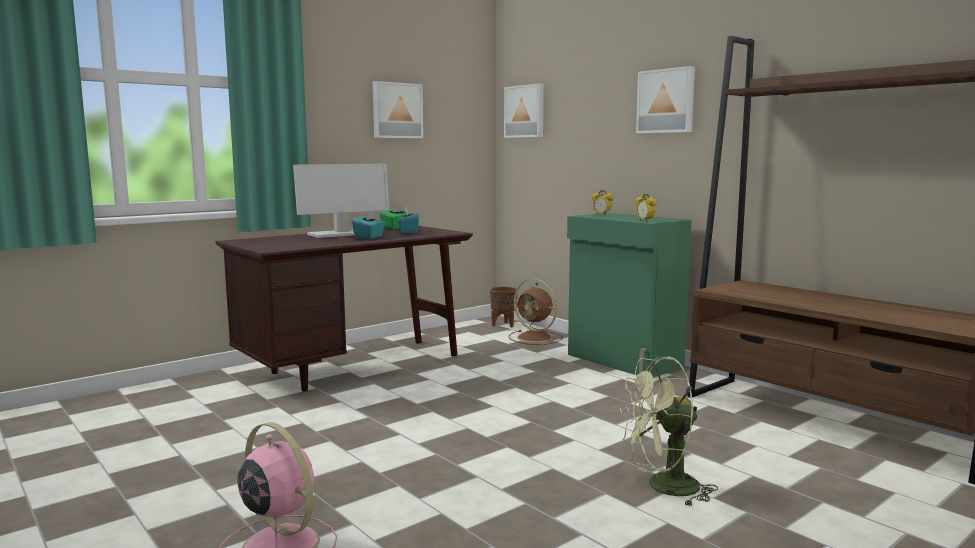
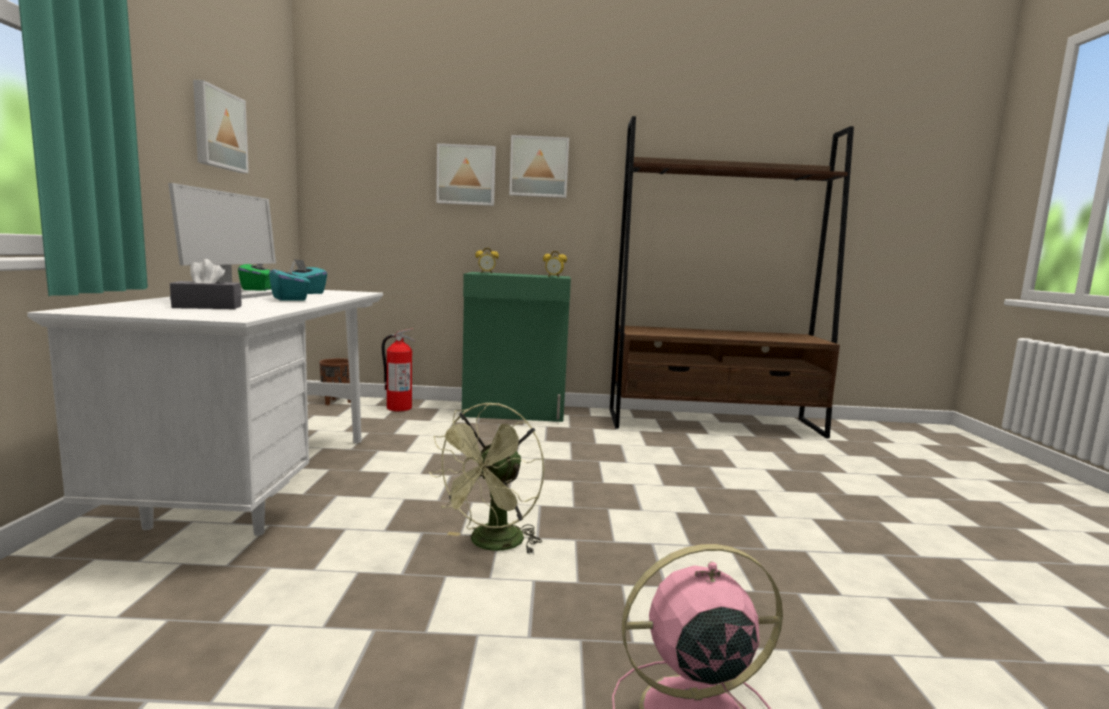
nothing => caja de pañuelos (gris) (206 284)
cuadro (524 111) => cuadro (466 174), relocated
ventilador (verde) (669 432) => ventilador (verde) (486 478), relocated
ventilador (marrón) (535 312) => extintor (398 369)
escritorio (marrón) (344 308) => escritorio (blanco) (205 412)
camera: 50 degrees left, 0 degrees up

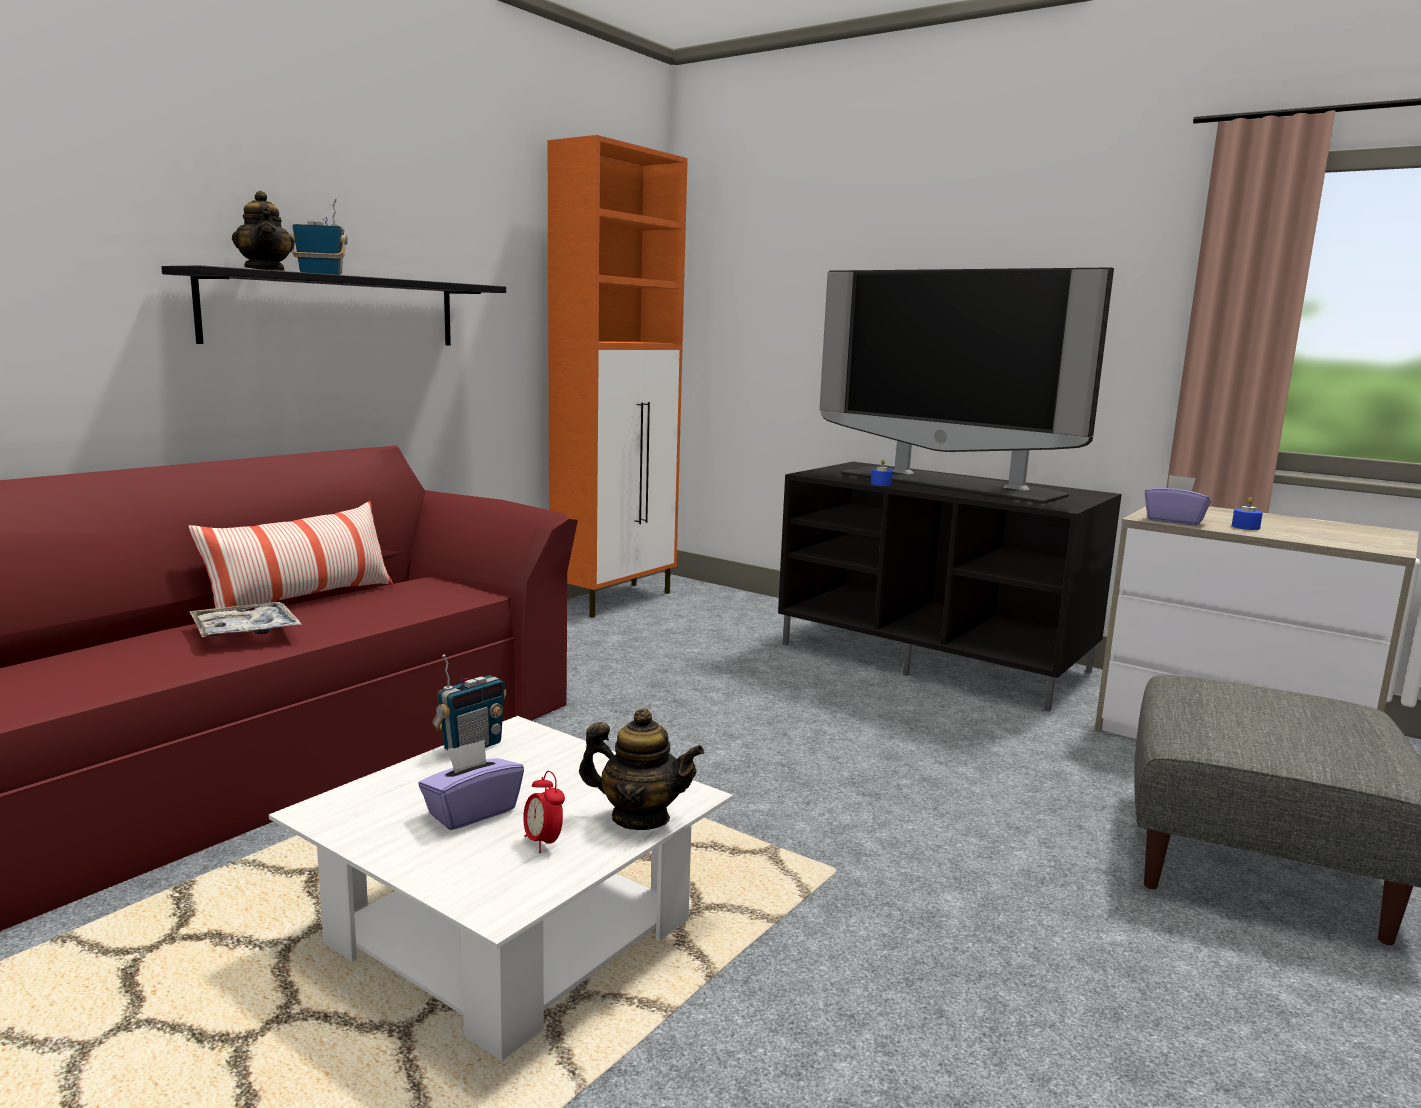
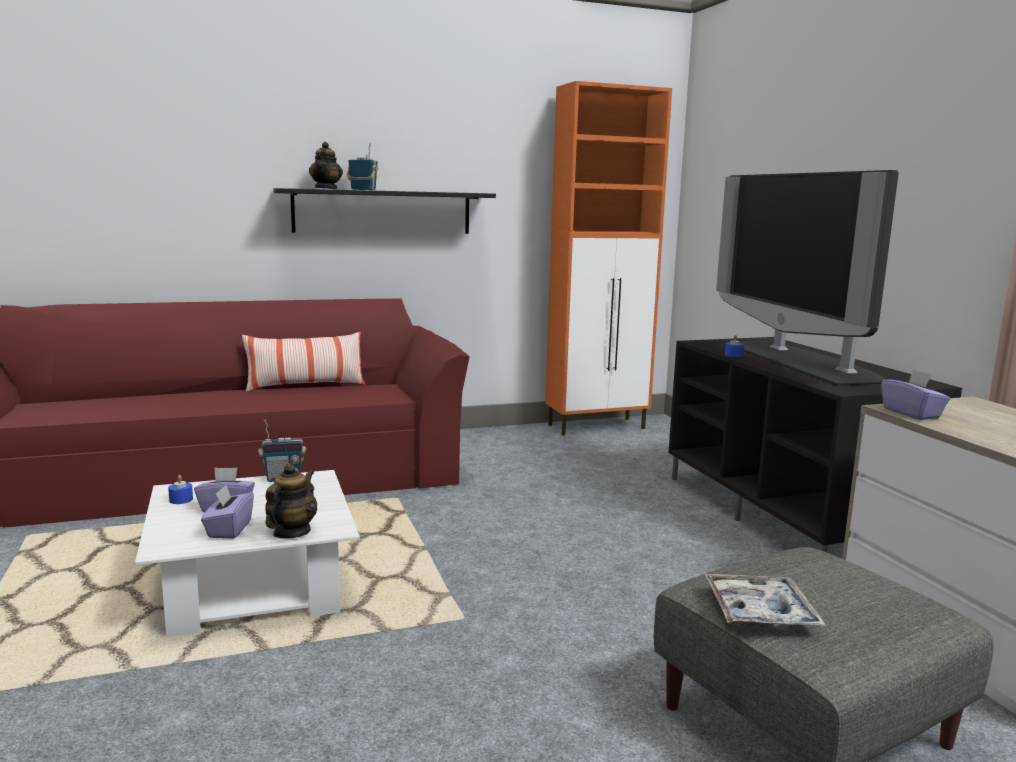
bandeja (245 619) => bandeja (765 600), relocated
vela (azul) (1247 513) => vela (azul) (180 489), relocated
despertador (544 812) => caja de pañuelos (morado) (227 511)
tetera (641 769) => tetera (291 501), 120 degrees counterclockwise
camera: 35 degrees right, 0 degrees up

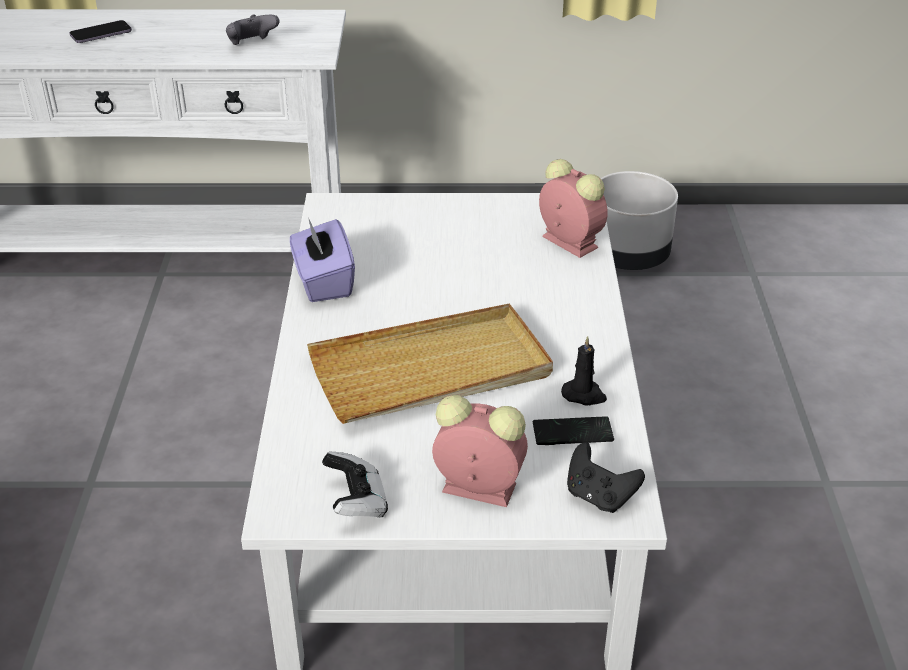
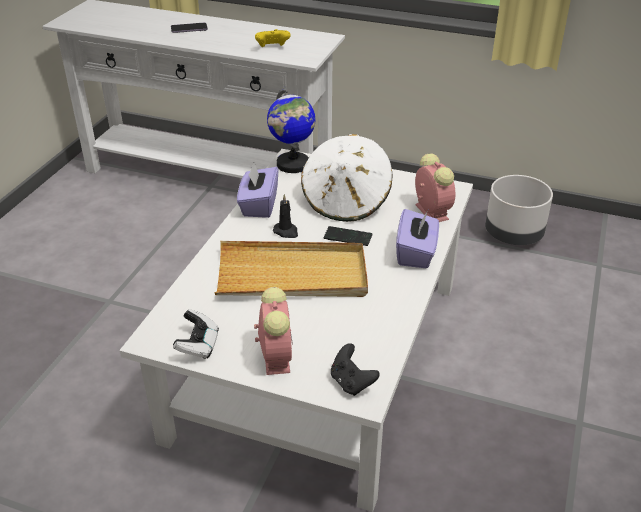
nothing => globo terráqueo (291 130)
nothing => sombrero (blanco) (346 178)
nothing => caja de pañuelos (morado) (417 239)
móvil (573 430) => móvil (348 236), relocated
vela (negro) (584 371) => vela (negro) (285 216), relocated
mando de consola (gris) (253 30) => mando de consola (amarillo) (273 38)
despertador (480 451) => despertador (273 331), 45 degrees clockwise
camera: 20 degrees right, 0 degrees up

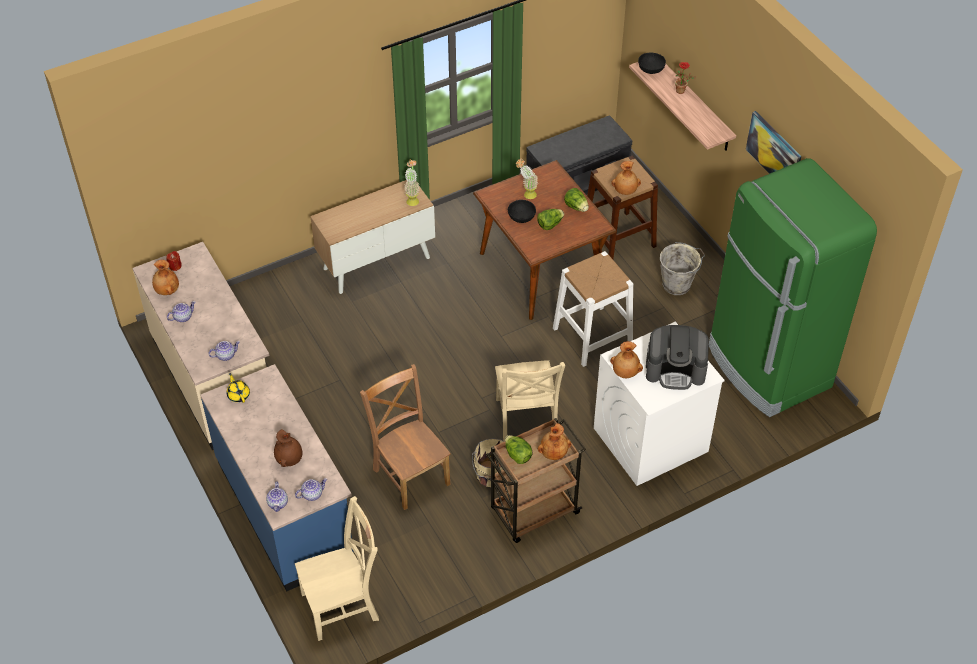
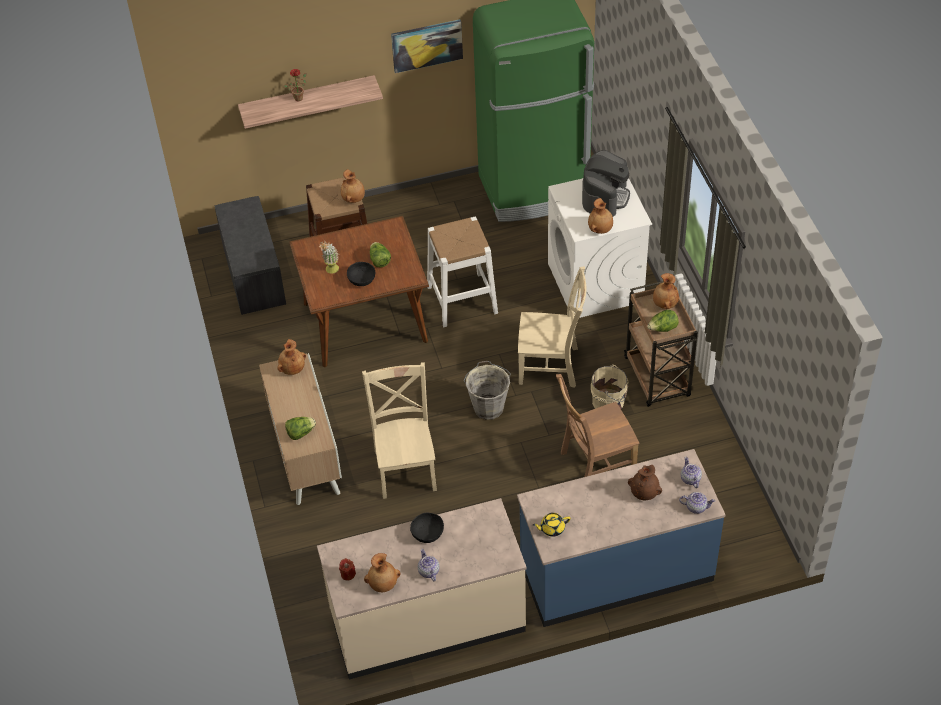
tetera (224 351) => nothing
silla (beis) (337 568) => silla (beis) (399 430), relocated
lechuga (576 200) => lechuga (300 428), relocated
cuenco (negro) (652 63) => cuenco (negro) (427 528), relocated
cubo (gris) (682 268) => cubo (gris) (487 390), relocated
planta en maceta (412 182) => florero (marrón) (291 357)
camera: 75 degrees left, 0 degrees up

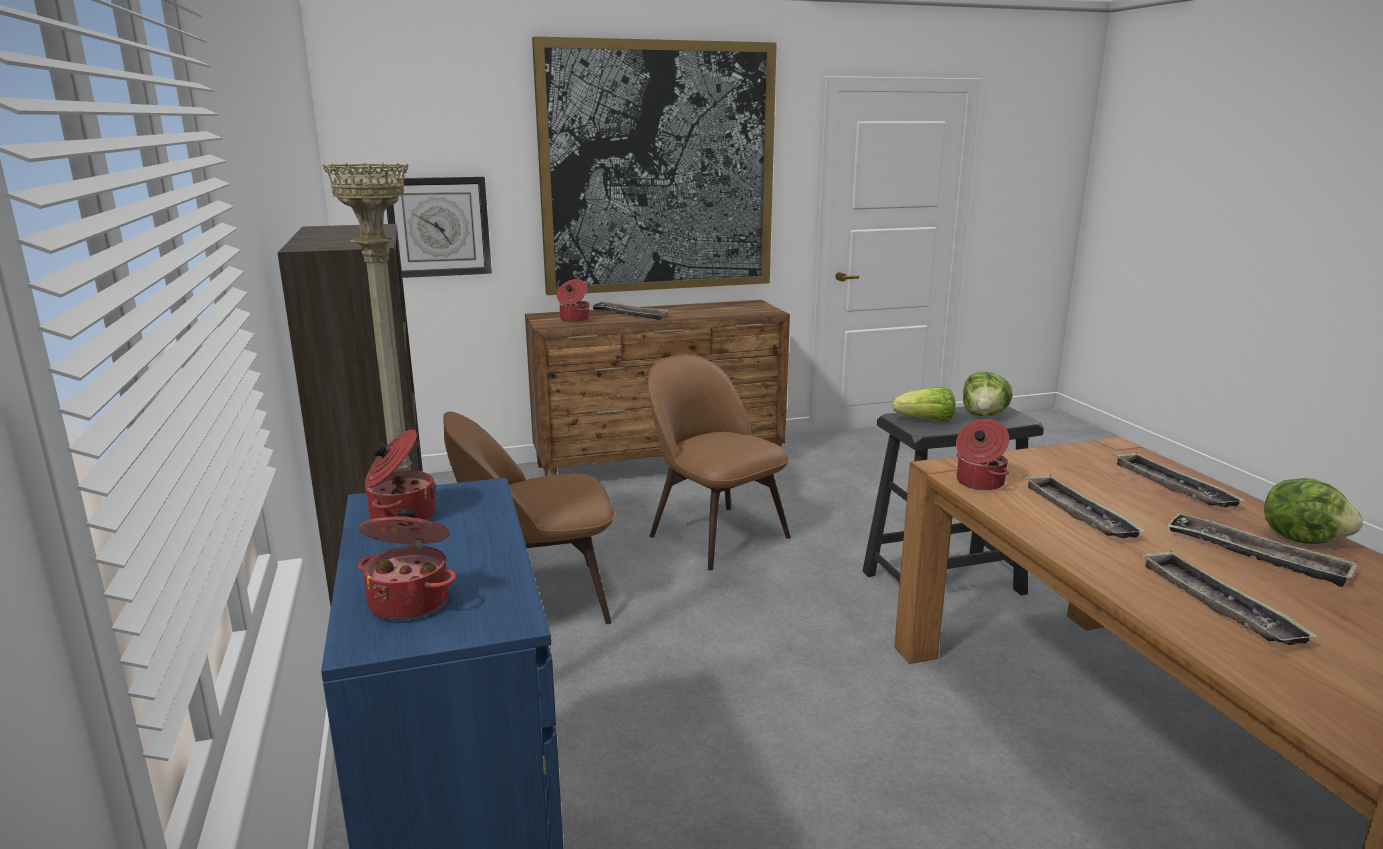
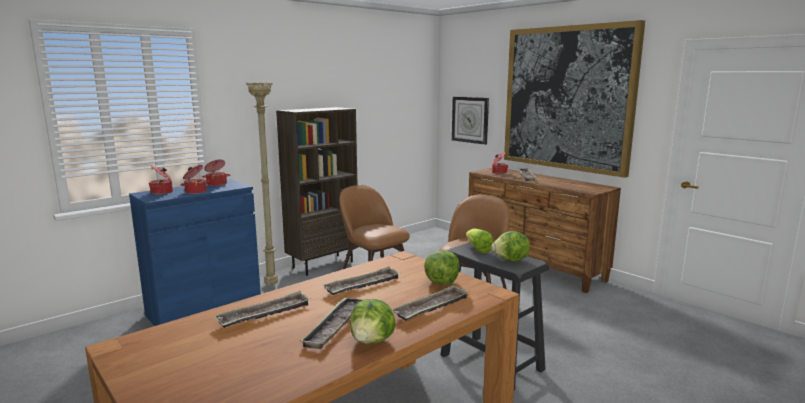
nothing => lechuga (442 268)
olla (982 454) => olla (194 179), relocated
camera: 65 degrees right, 5 degrees down

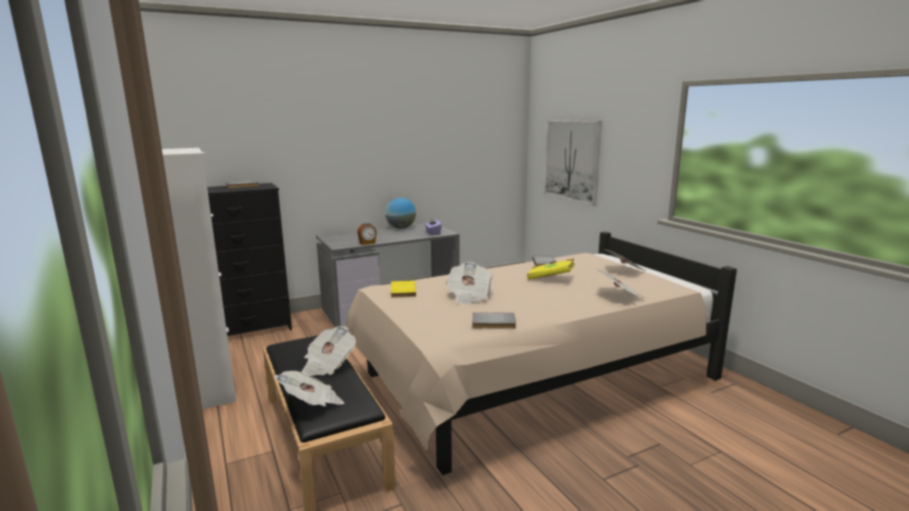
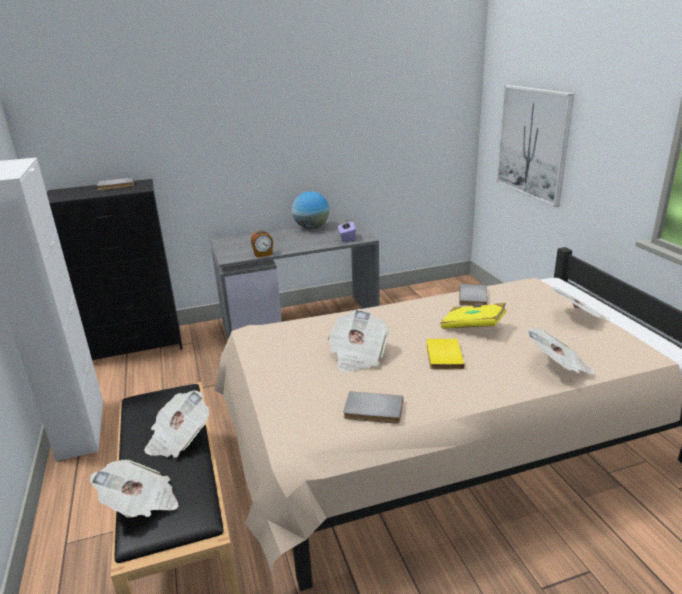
libro (amarillo) (403 289) => libro (amarillo) (445 354), relocated
camera: 10 degrees right, 10 degrees up

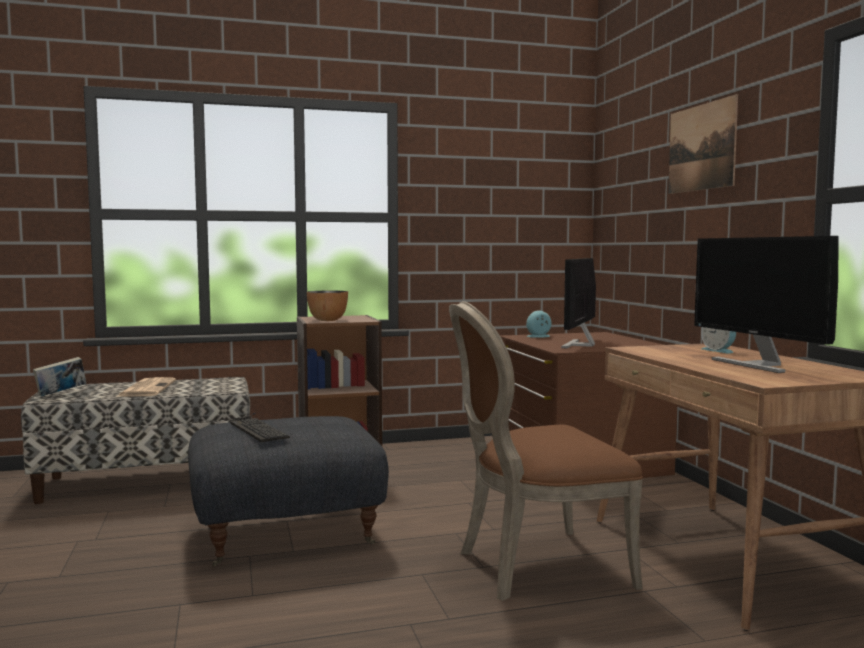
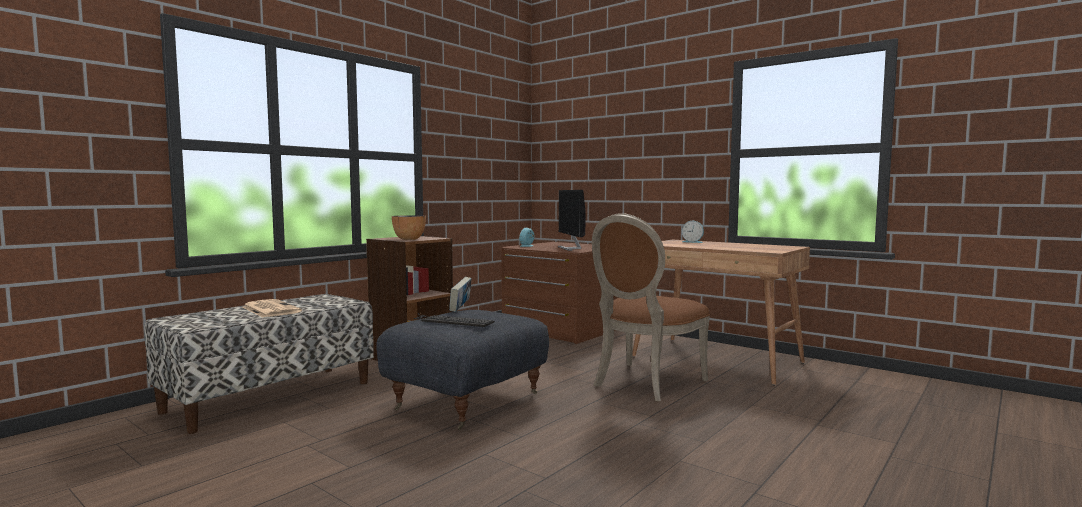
cuadro (703 144) => nothing
monitor (766 304) => nothing
libro (59 377) => libro (460 294), relocated
camera: 35 degrees left, 0 degrees up

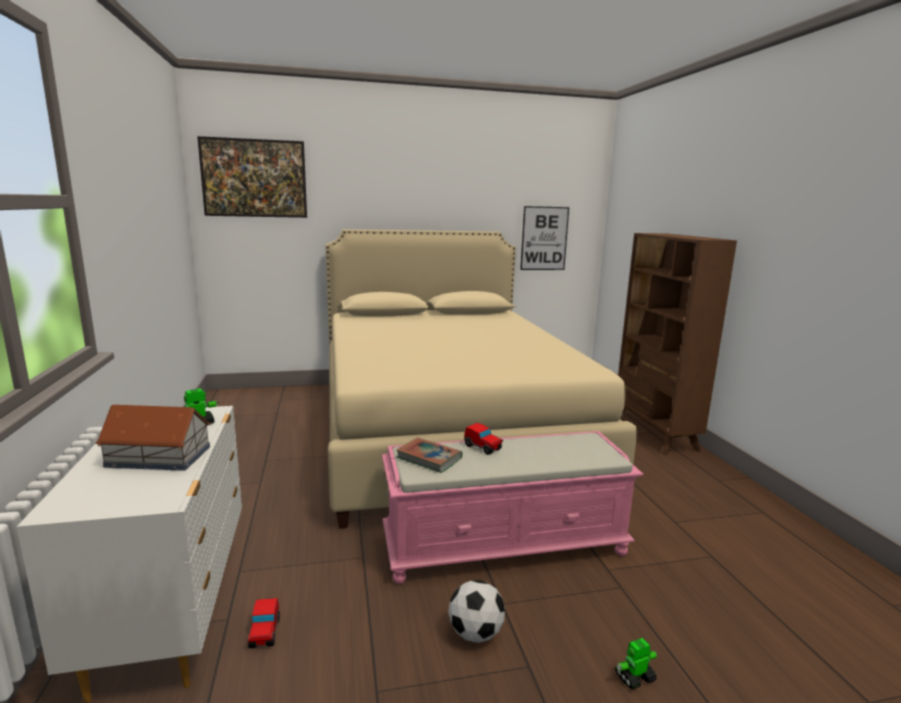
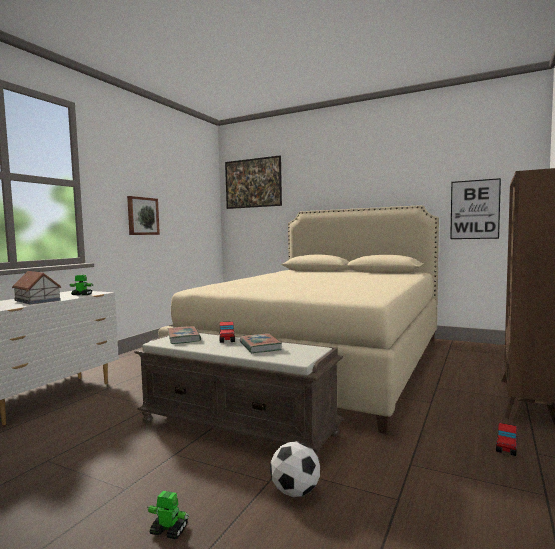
nothing => cuadro (143 215)
nothing => libro (261 343)
coche de juguete (264 623) => coche de juguete (506 439), relocated
balón de fútbol (477 611) => balón de fútbol (295 469), relocated
banco (rosa) (513 507) => banco (marrón) (239 396)
camera: 40 degrees right, 10 degrees down

